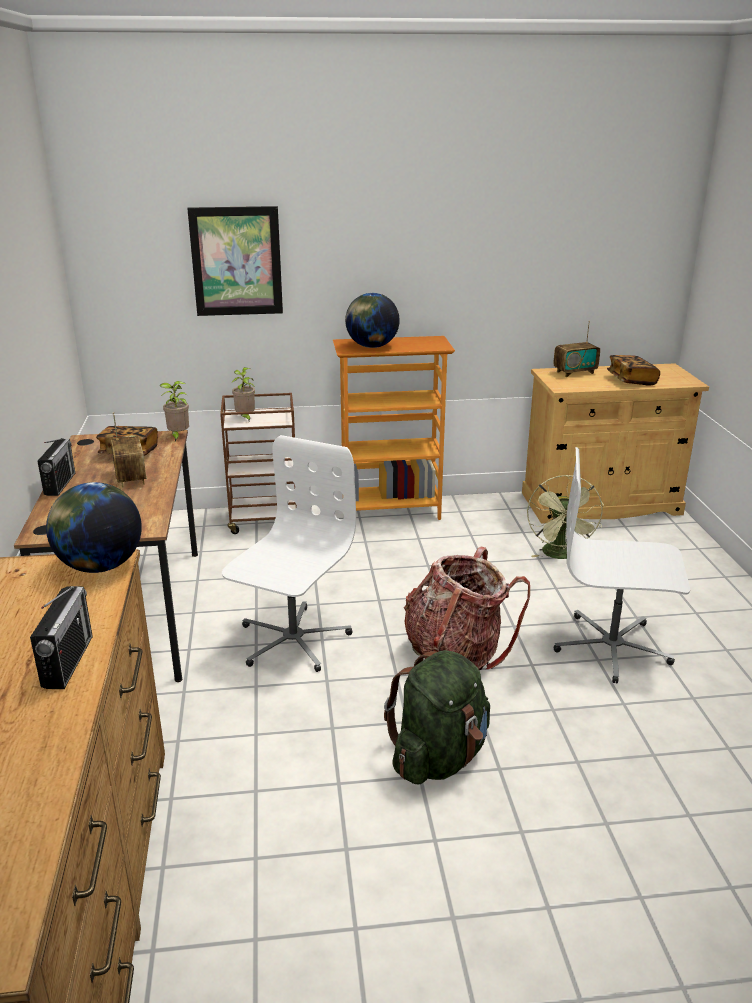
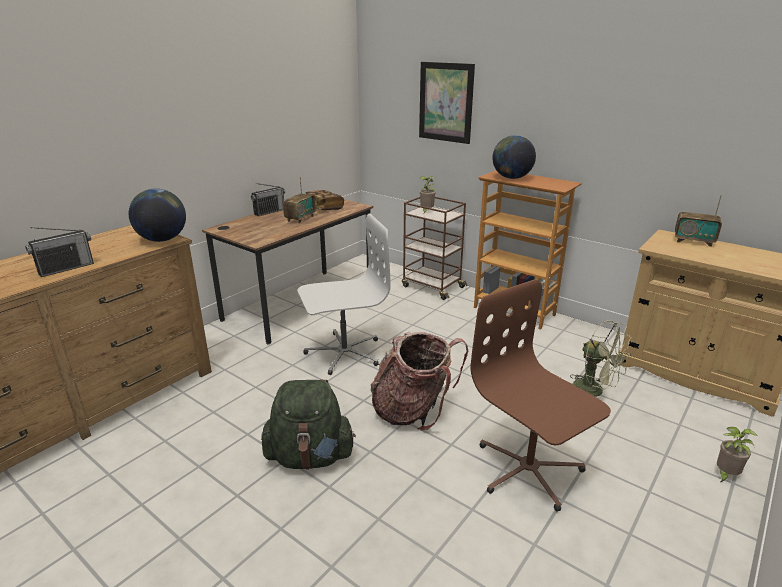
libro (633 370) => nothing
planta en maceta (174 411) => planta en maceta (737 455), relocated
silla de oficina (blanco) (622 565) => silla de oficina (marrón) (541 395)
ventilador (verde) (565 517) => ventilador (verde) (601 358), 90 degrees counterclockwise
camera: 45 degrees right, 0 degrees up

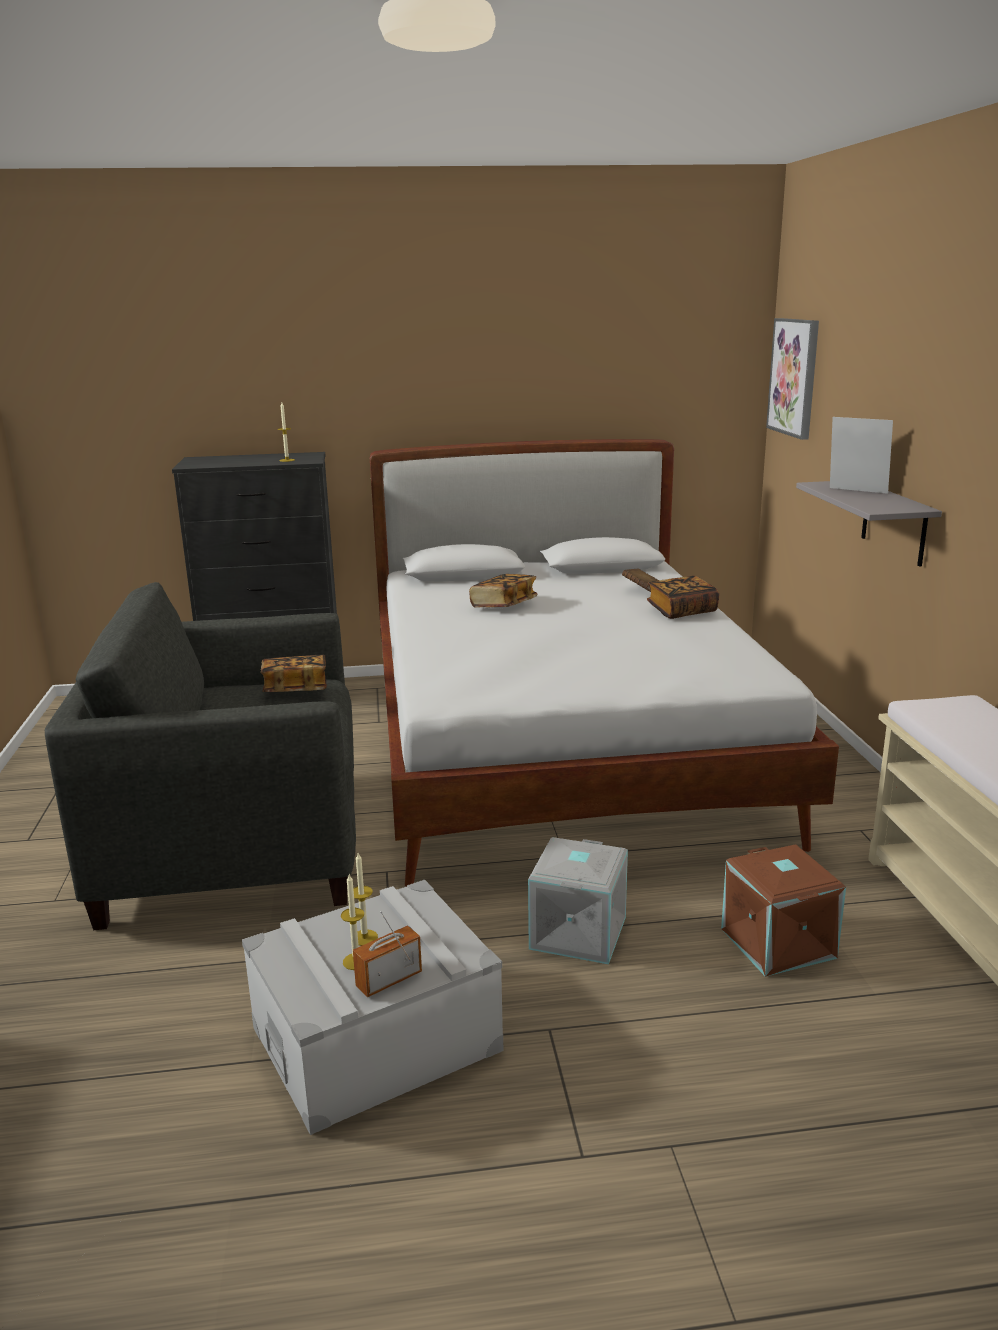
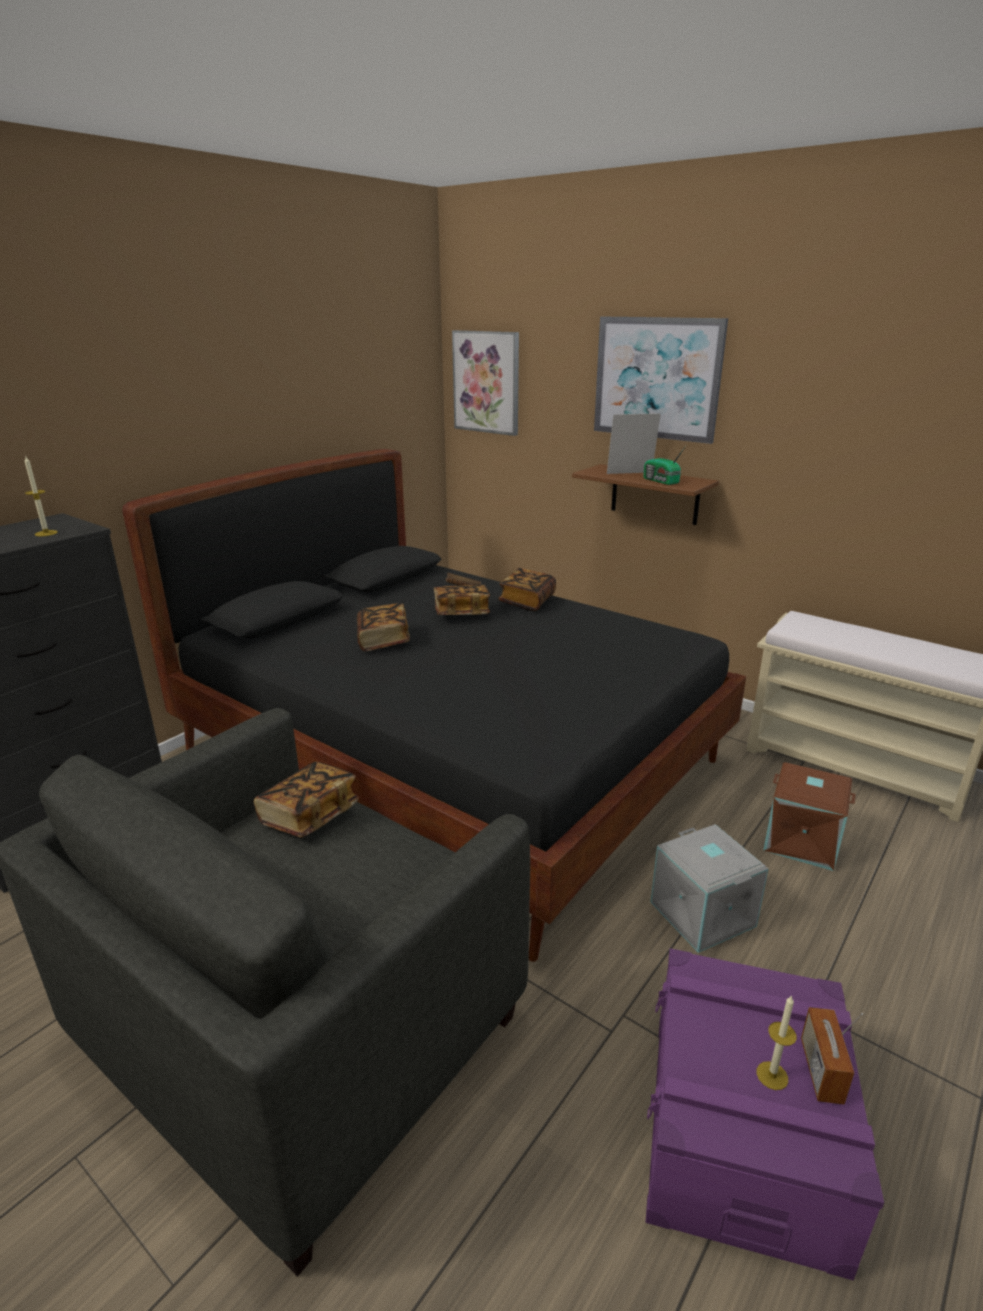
vela (365 899) => nothing
nothing => libro (462 599)
nothing => cuadro (661 380)
nothing => radio (664 465)
caja de almacenaje (gris) (373 1007) => caja de almacenaje (morado) (765 1114)
cama (blanco) (604 663) => cama (negro) (434 705)
estante (gris) (869 524) => estante (marrón) (645 494)
camera: 45 degrees left, 5 degrees up

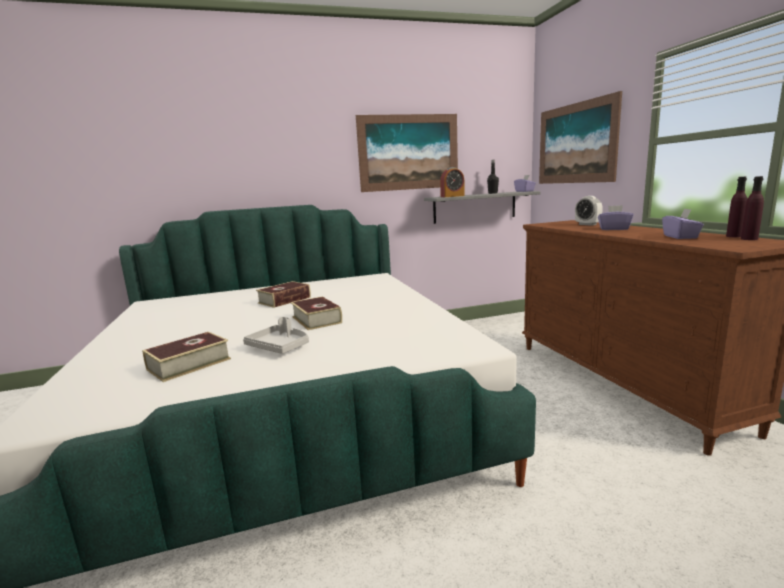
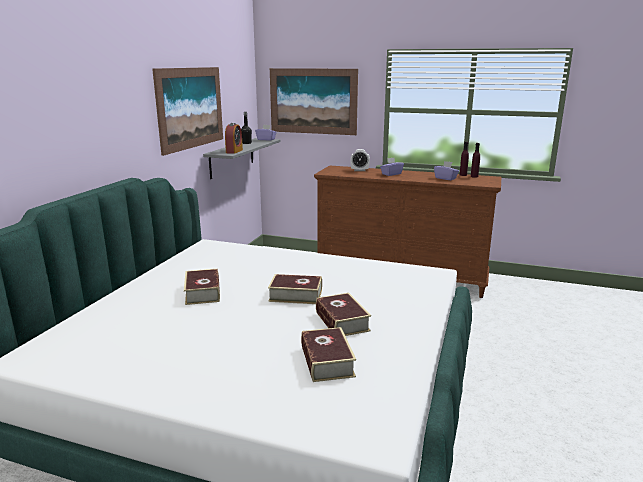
bandeja (gris) (276 335) => libro (343 314)
camera: 55 degrees left, 5 degrees up

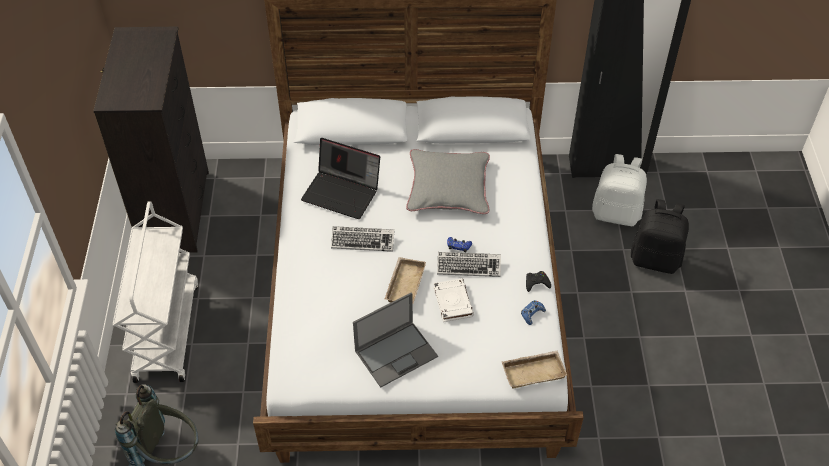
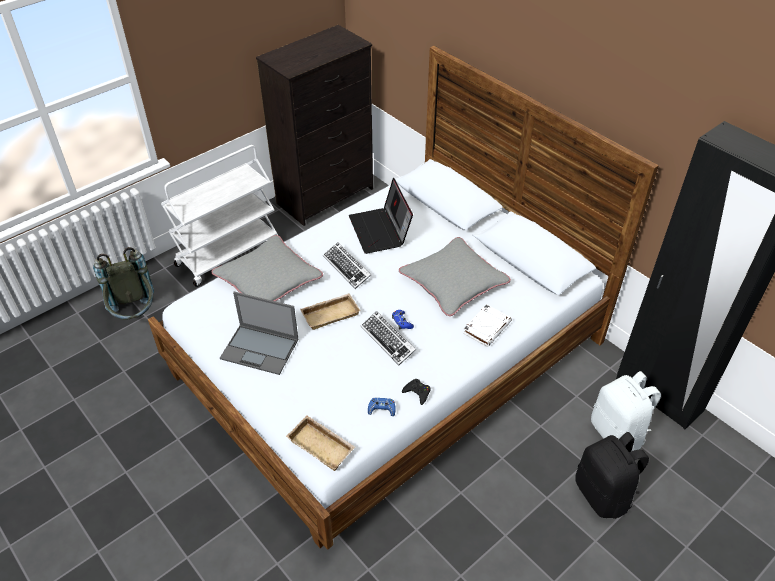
nothing => cojín (gris) (267 268)
libro (blanco) (454 300) => libro (blanco) (487 325), relocated
camera: 50 degrees right, 5 degrees down

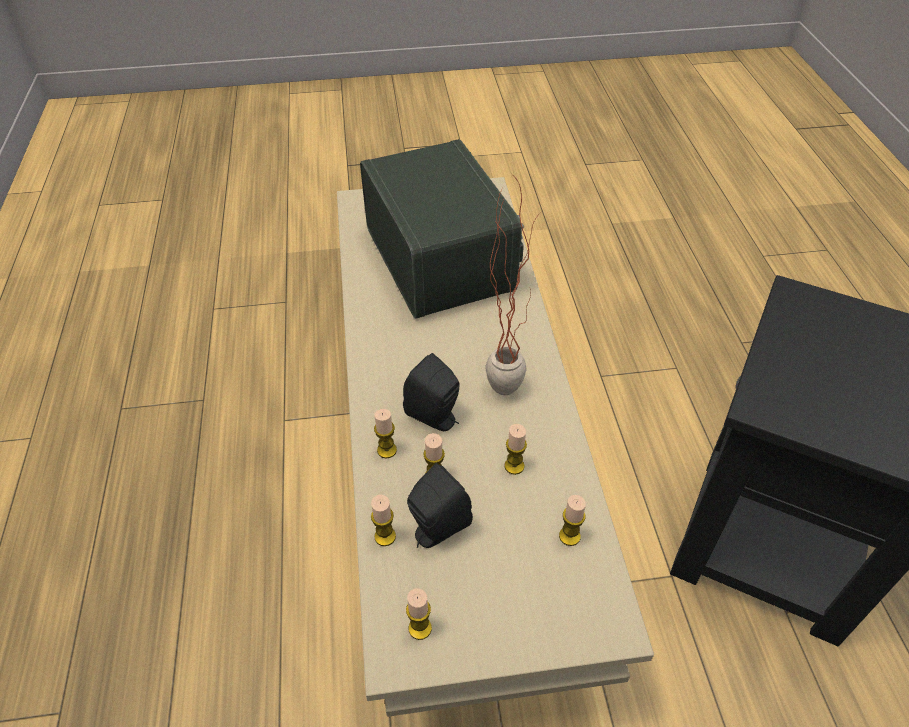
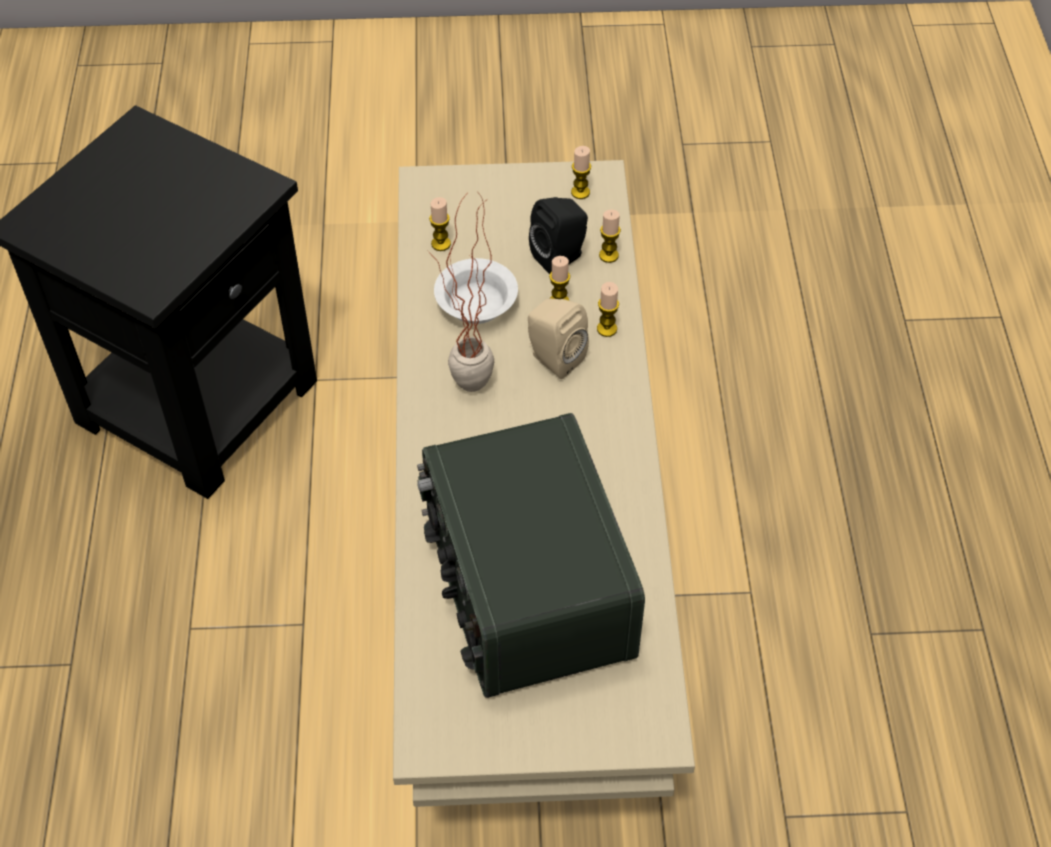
vela (515 449) => cuenco (blanco) (476 291)
altavoz (negro) (431 392) => altavoz (beis) (558 339)
camera: 175 degrees left, 5 degrees up

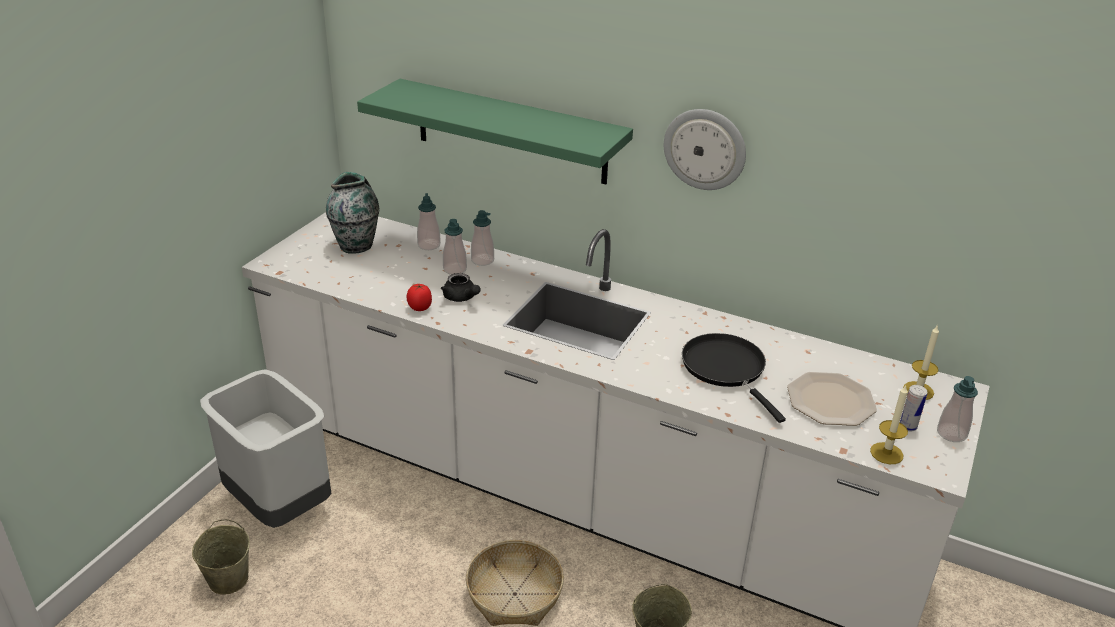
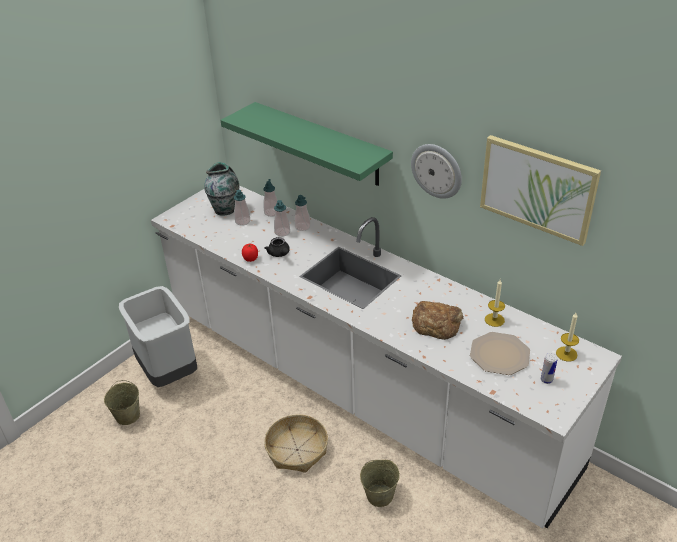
nothing => cuadro (540 190)
vela (889 424) => vela (495 303), relocated
dispensador de jabón (957 409) => dispensador de jabón (242 208), relocated
sartén (negro) (734 378) => pan (437 320)
camera: 15 degrees right, 5 degrees up

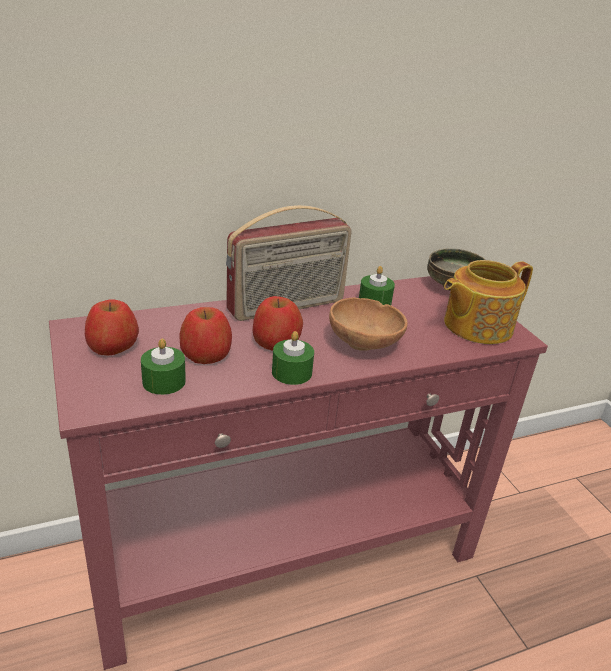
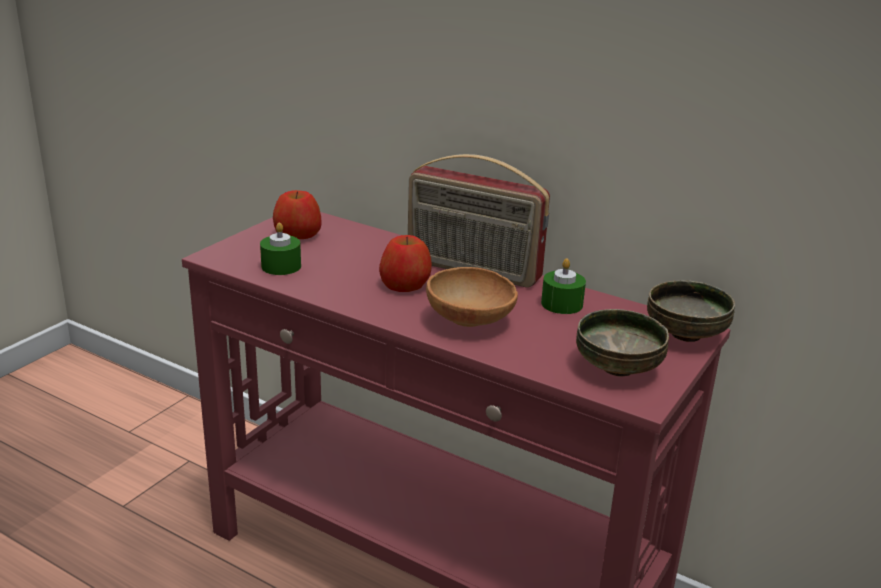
manzana (206 335) => nothing
vela (verde) (293 358) => nothing
tetera (488 302) => cuenco (622 343)
camera: 55 degrees right, 5 degrees down

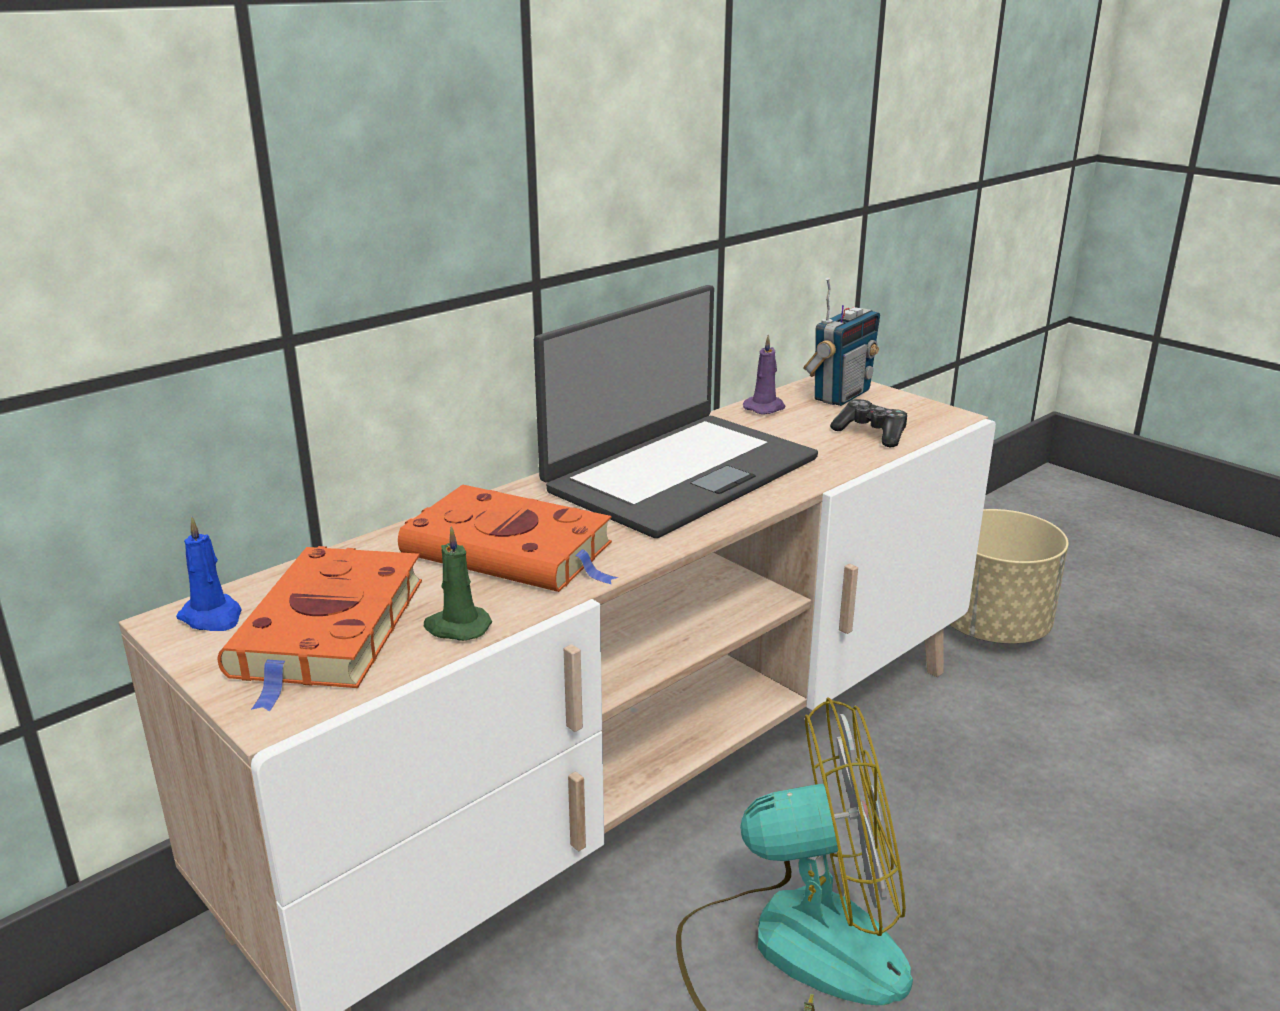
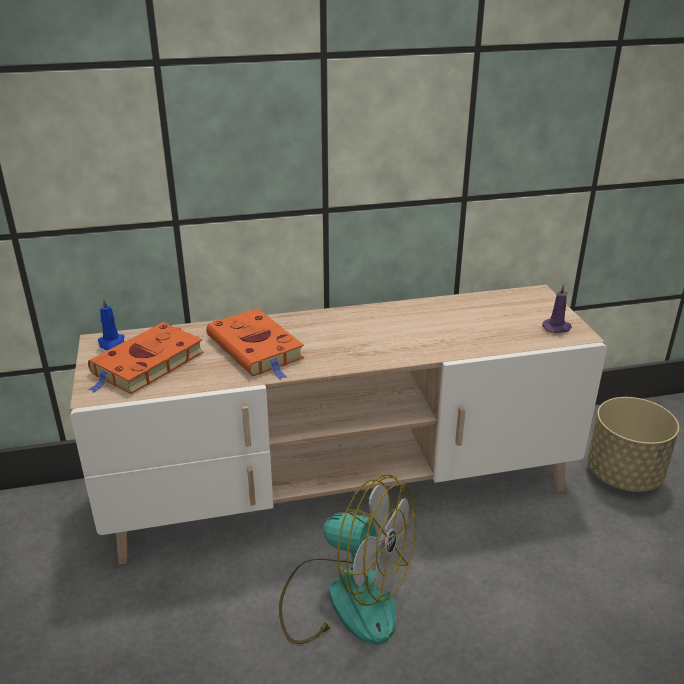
vela (verde) (458 583) => nothing
portátil (676 411) => nothing
radio (841 341) => nothing
mando de consola (868 423) => nothing
vela (morado) (764 374) => vela (morado) (557 308), relocated
camera: 30 degrees right, 5 degrees up

